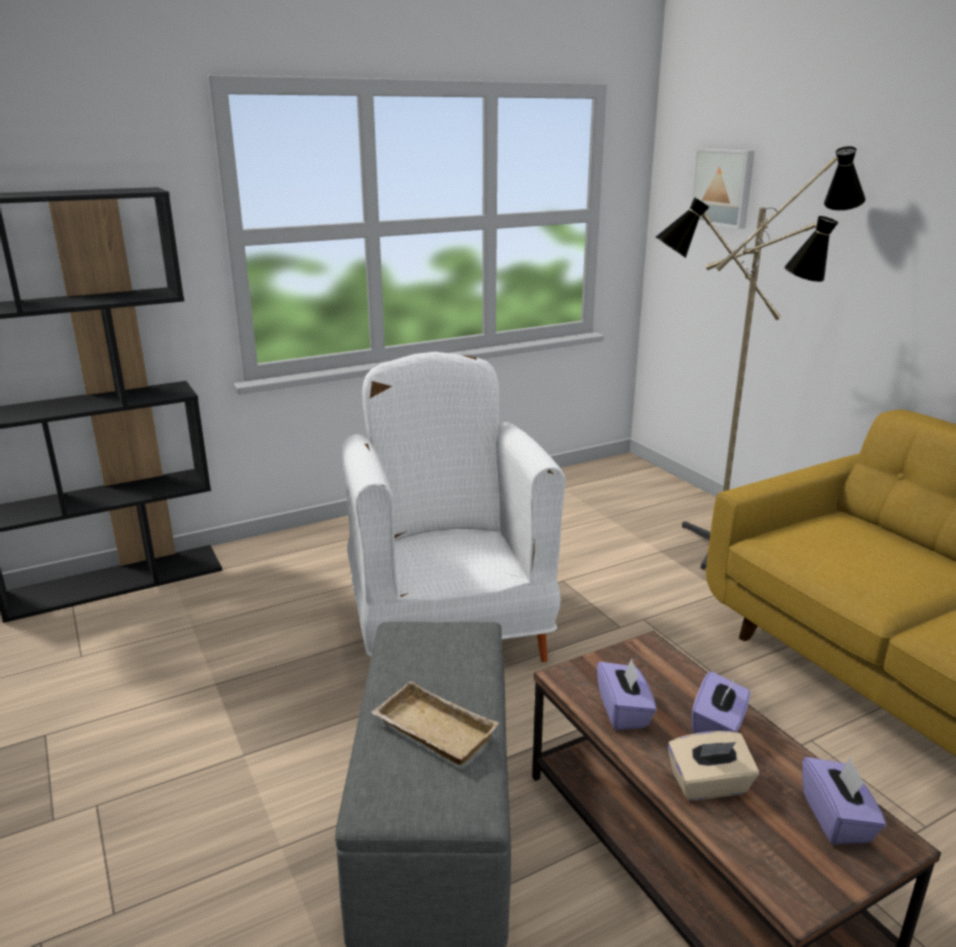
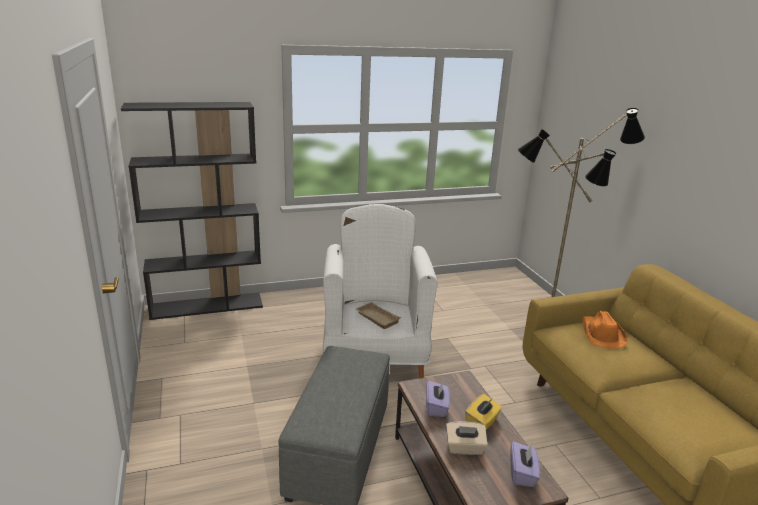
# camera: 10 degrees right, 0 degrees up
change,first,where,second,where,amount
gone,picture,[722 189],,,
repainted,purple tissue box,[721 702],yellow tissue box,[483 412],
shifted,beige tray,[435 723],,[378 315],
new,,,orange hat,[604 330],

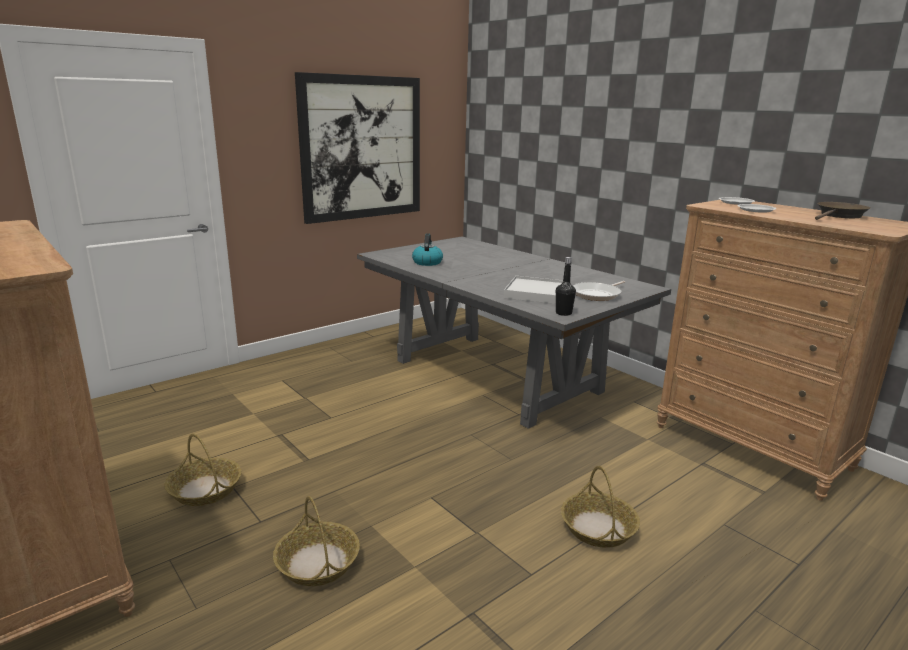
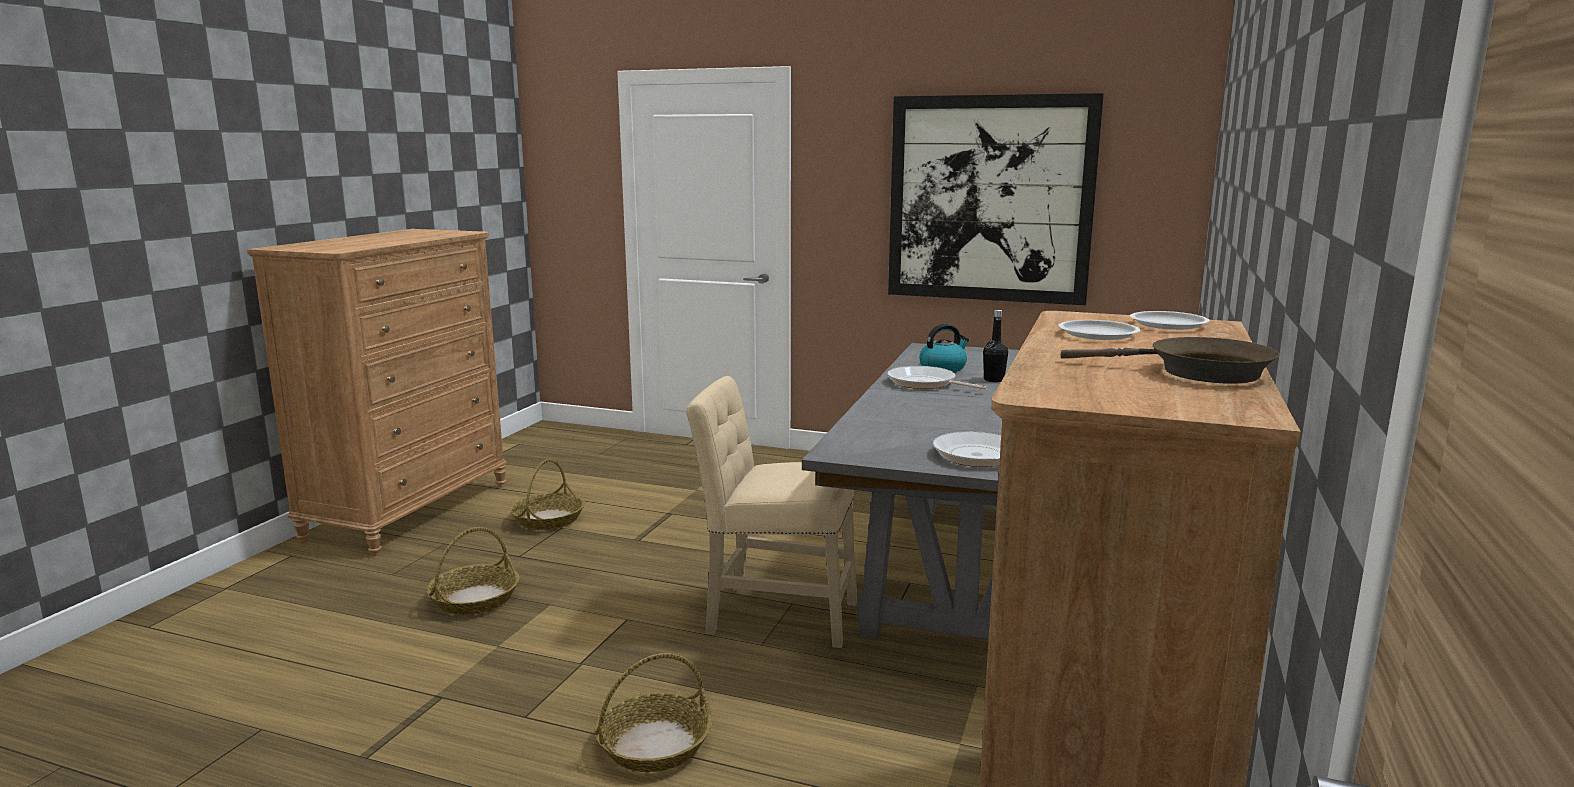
# camera: 60 degrees right, 5 degrees down
change,first,where,second,where,amount
shifted,black bottle,[566 286],,[995 346],
gone,white tray,[533 290],,,
new,,,frying pan,[937 377],
new,,,beige chair,[771 512],

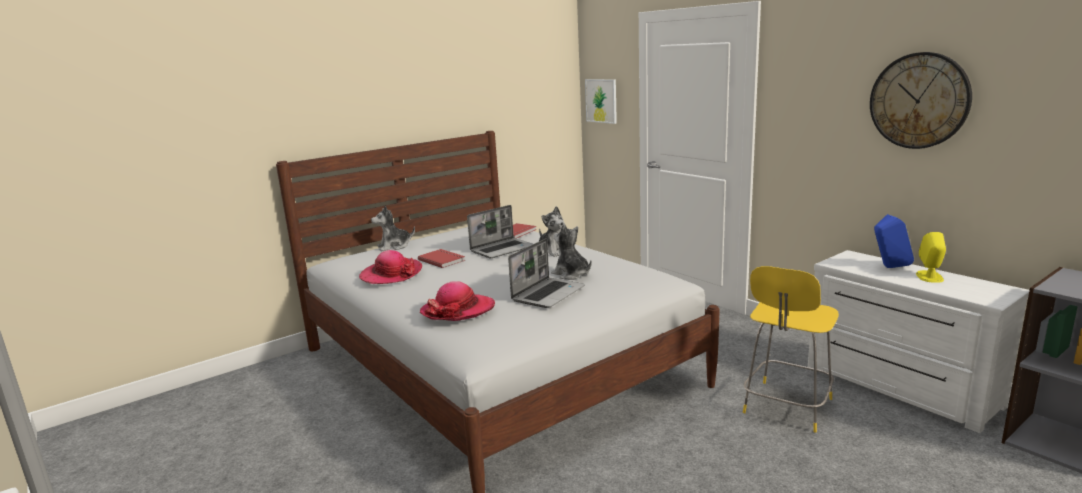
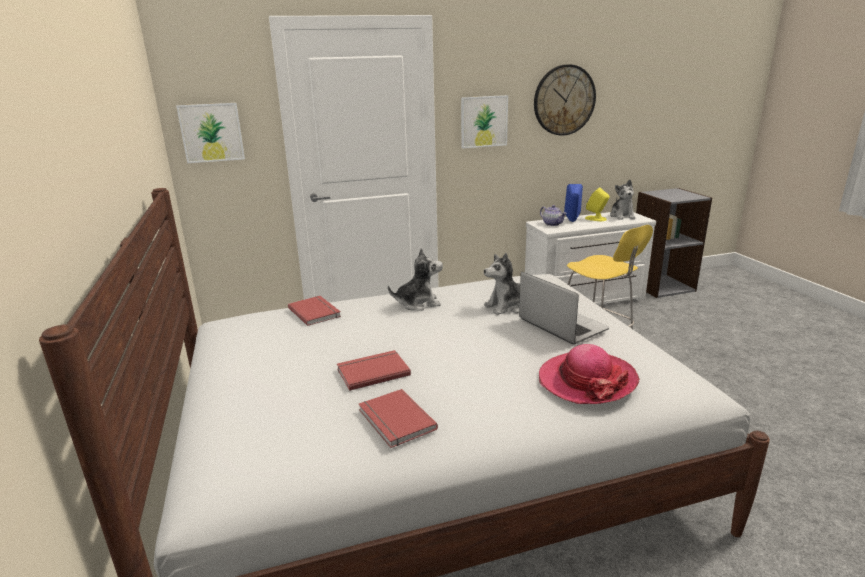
# camera: 70 degrees left, 5 degrees up
change,first,where,second,where,amount
gone,laptop,[500 232],,,
shifted,plush toy,[393 228],,[623 200],
swapped,hat,[390 267],red book,[398 418],
new,,,picture,[484 122],
new,,,teapot,[553 215],

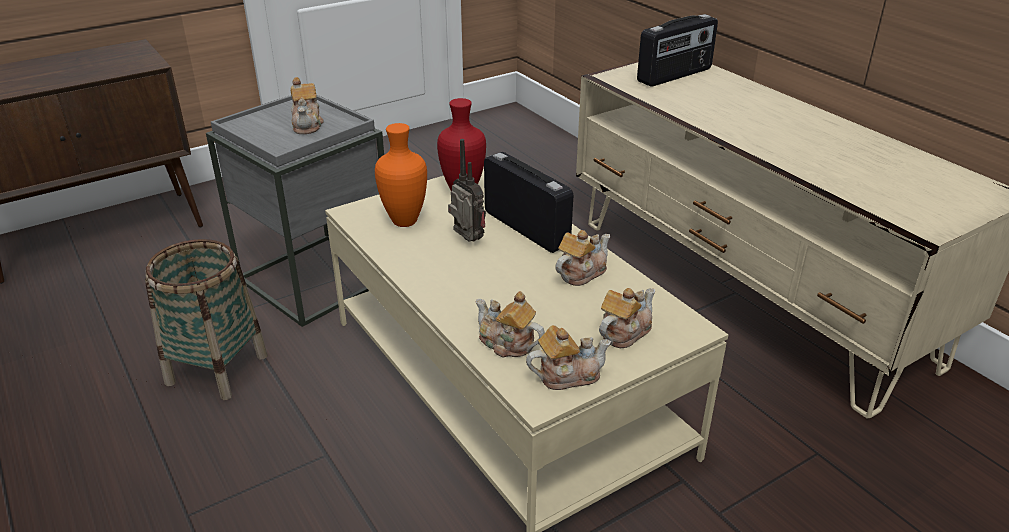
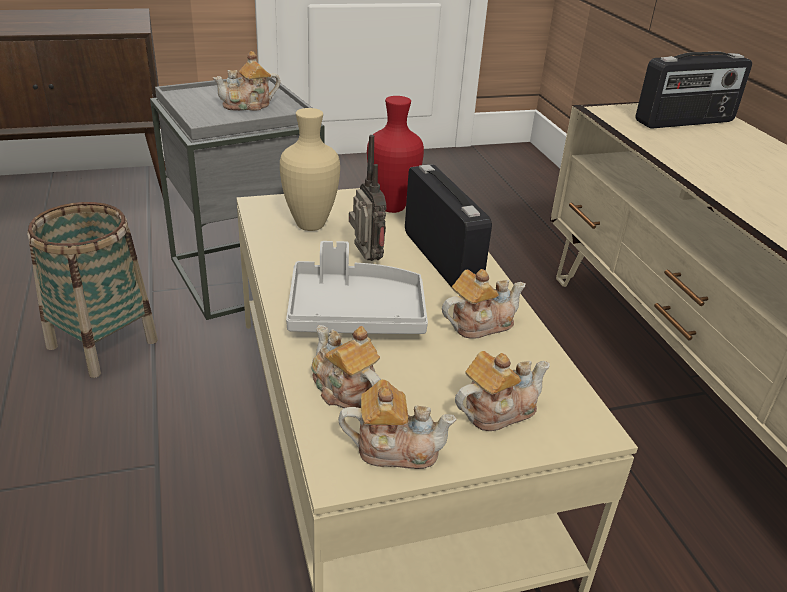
# camera: 15 degrees right, 0 degrees up
change,first,where,second,where,amount
rotated,teapot,[307 105],,[246 81],60 degrees clockwise
repainted,orange vase,[401 175],beige vase,[310 169],
new,,,grey tray,[357 287],

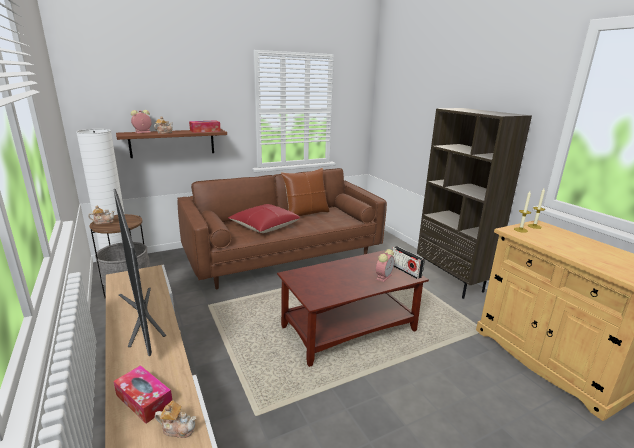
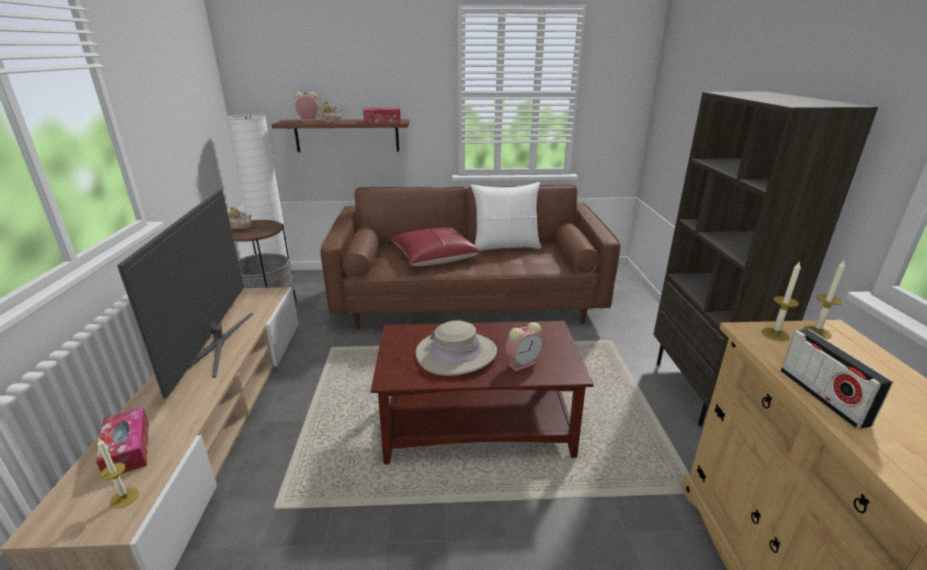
# camera: 25 degrees right, 5 degrees up
change,first,where,second,where,amount
repainted,brown pillow,[305 192],white pillow,[506 216],
shifted,radio,[408 262],,[837 379],
swapped,teapot,[175 419],candle,[118 473],
new,,,beige hat,[456 348],

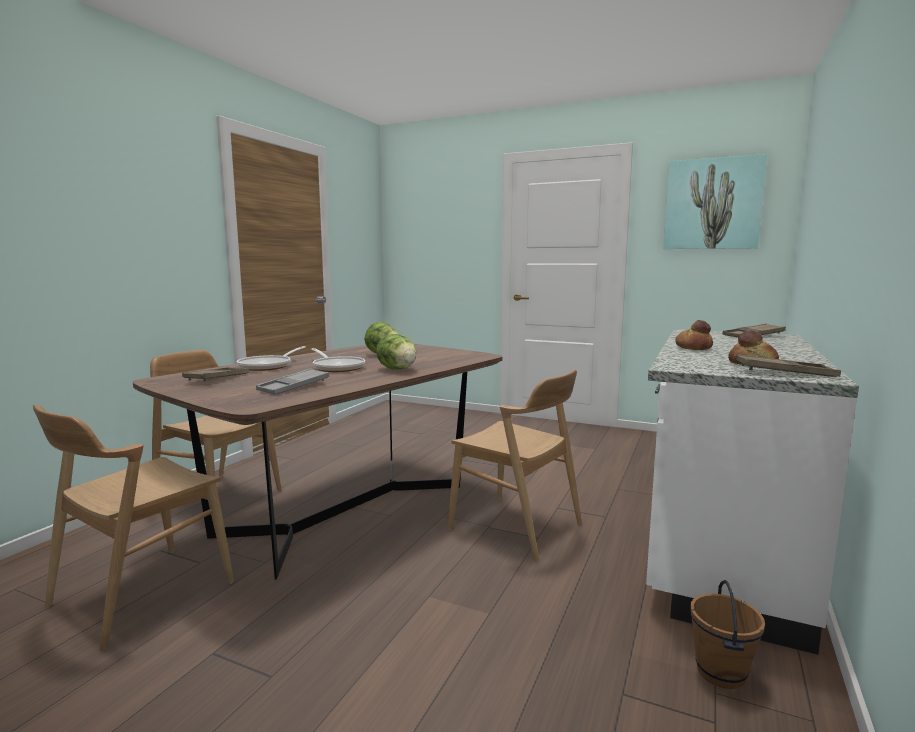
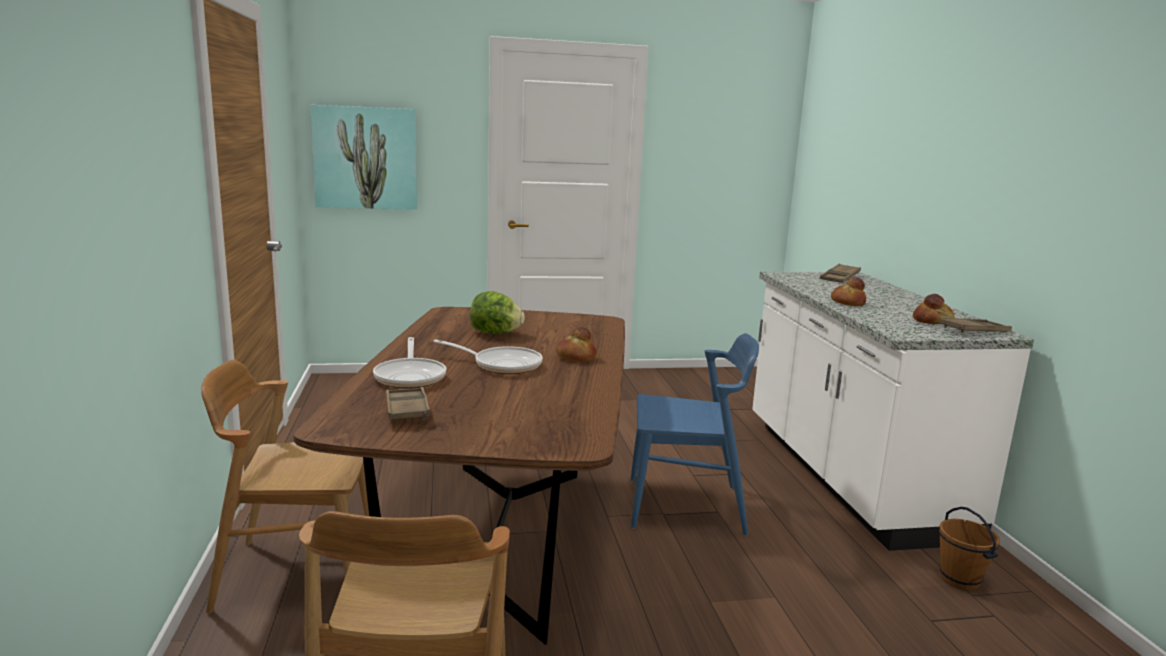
# camera: 35 degrees left, 5 degrees up
change,first,where,second,where,amount
shifted,picture,[715 201],,[363 157],
swapped,lettuce,[396 352],bread,[576 344],
gone,grey tray,[292 381],,,
repainted,brown chair,[515 466],blue chair,[694 434],

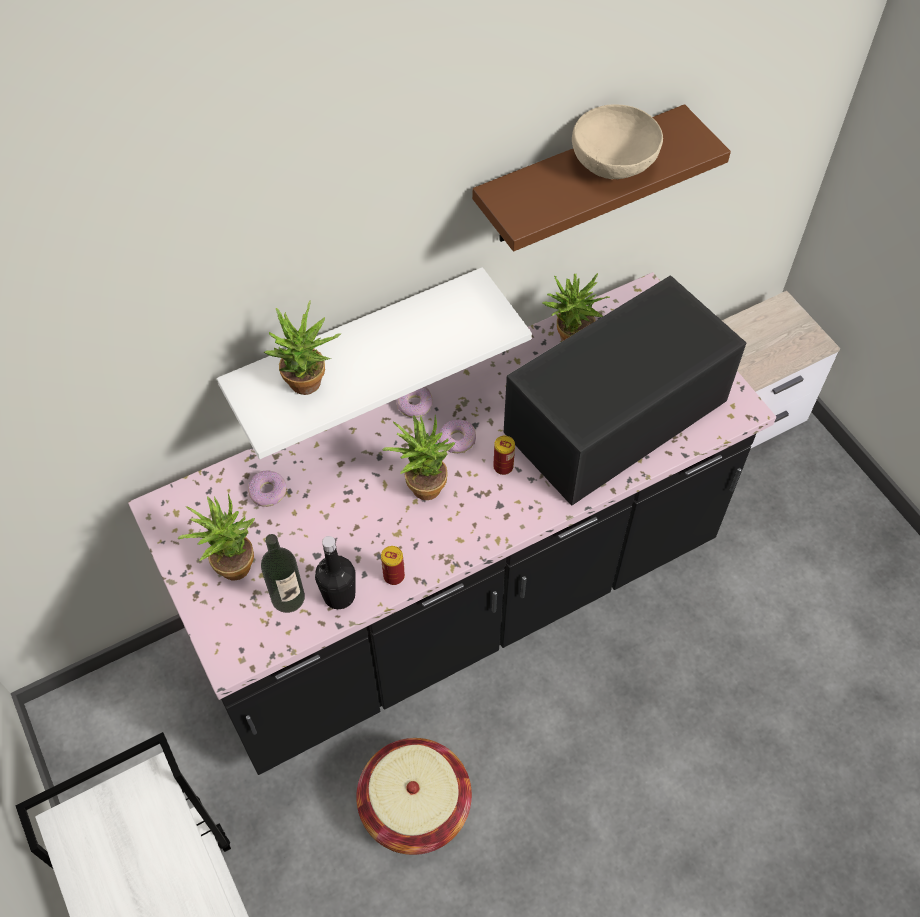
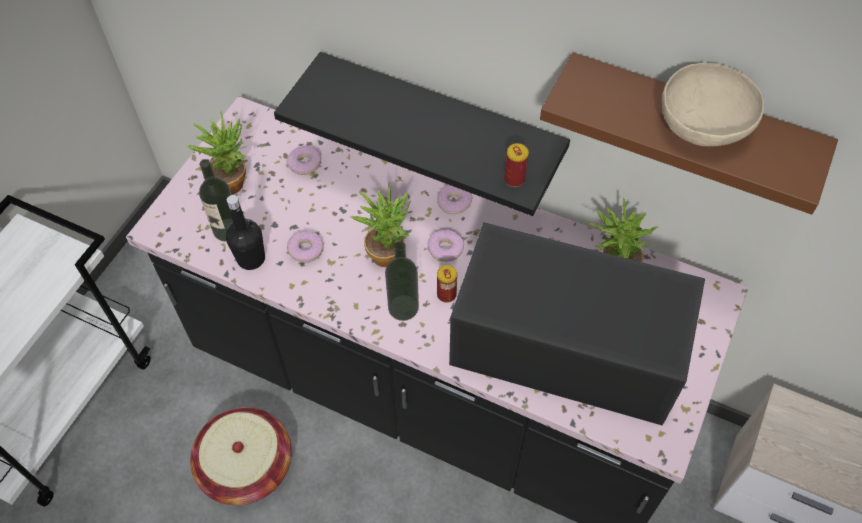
# camera: 55 degrees right, 0 degrees up
change,first,where,second,where,amount
repainted,white shelf,[374 363],black shelf,[422 134],
gone,potted plant,[302 347],,,
shifted,can,[393 565],,[516 165],
new,,,donut,[305 247],
new,,,bottle,[402 281],

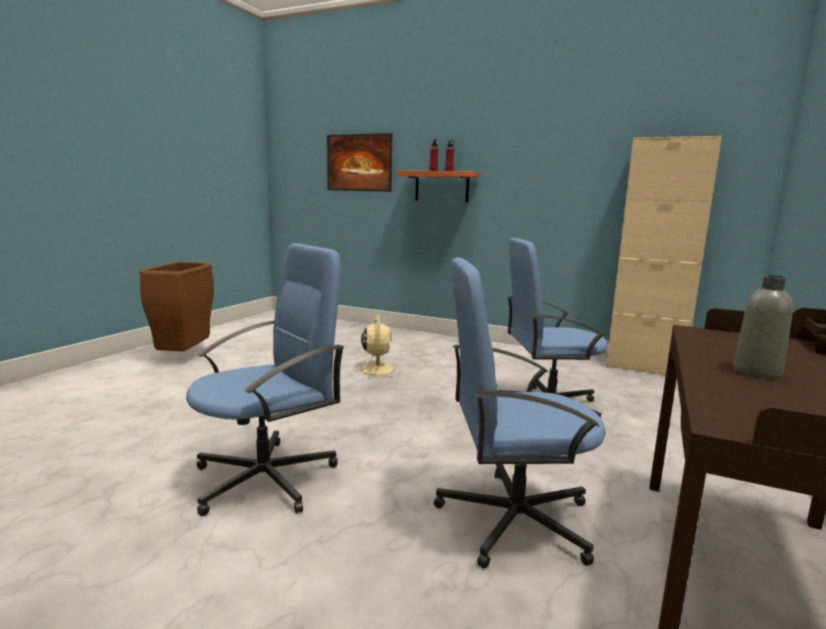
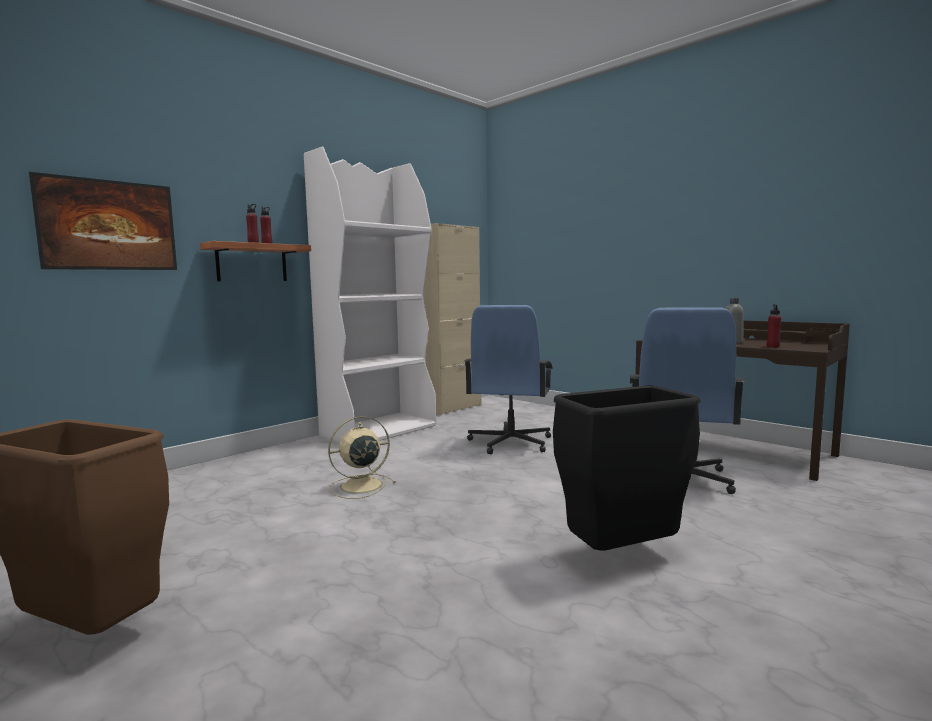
# camera: 70 degrees left, 5 degrees down
change,first,where,second,where,amount
swapped,blue office chair,[265 379],black trash can,[627 468],
rotated,beige fan,[377 346],,[362 457],45 degrees counterclockwise
new,,,white bookcase,[370 294],
new,,,red bottle,[774 326],

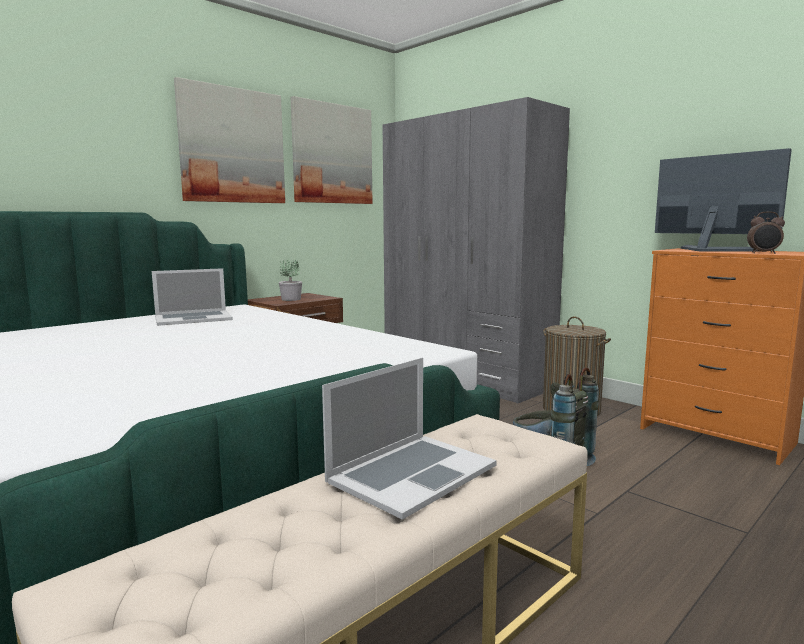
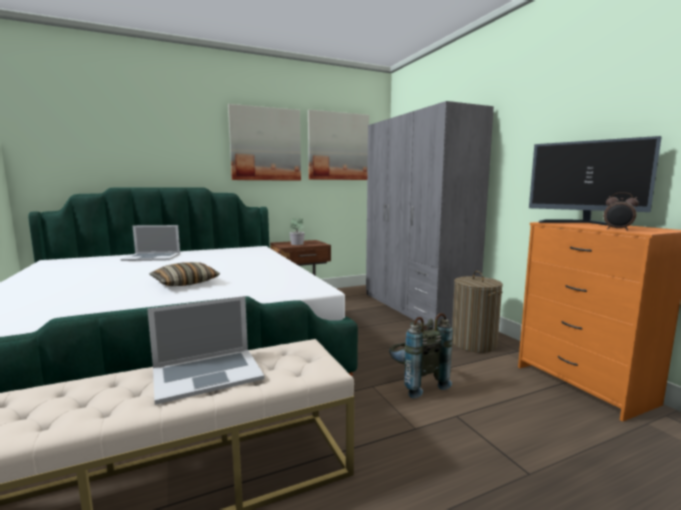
# camera: 20 degrees right, 0 degrees up
change,first,where,second,where,amount
rotated,monitor,[723 200],,[595 181],150 degrees clockwise
shifted,laptop,[192 297],,[150 243],
new,,,pillow,[184 274],

